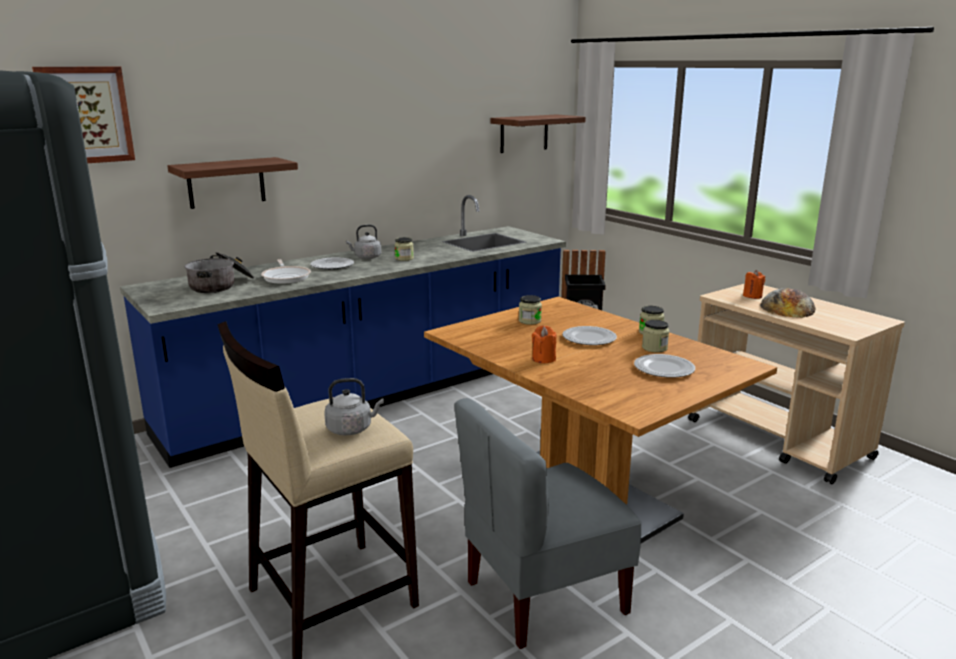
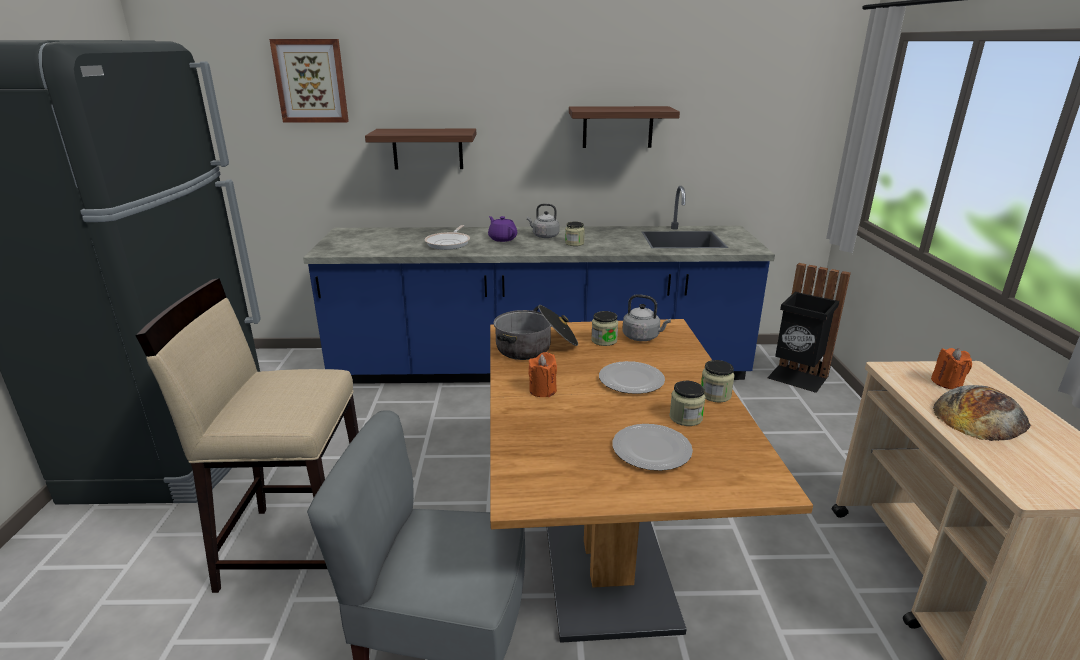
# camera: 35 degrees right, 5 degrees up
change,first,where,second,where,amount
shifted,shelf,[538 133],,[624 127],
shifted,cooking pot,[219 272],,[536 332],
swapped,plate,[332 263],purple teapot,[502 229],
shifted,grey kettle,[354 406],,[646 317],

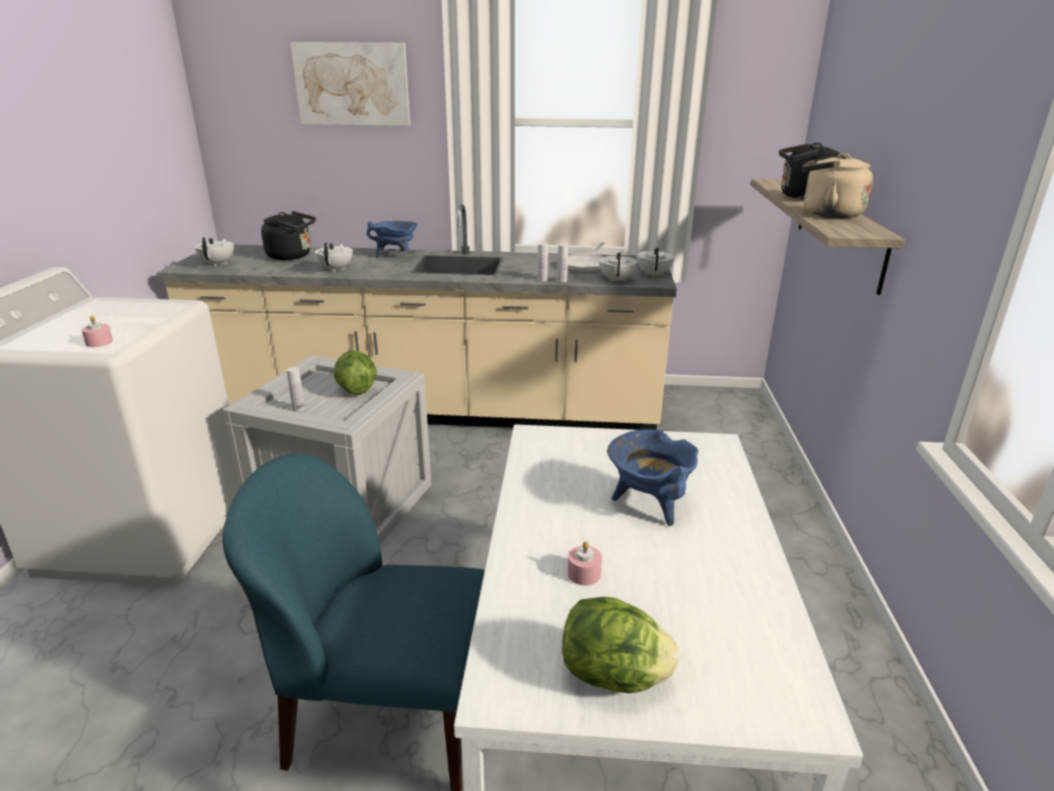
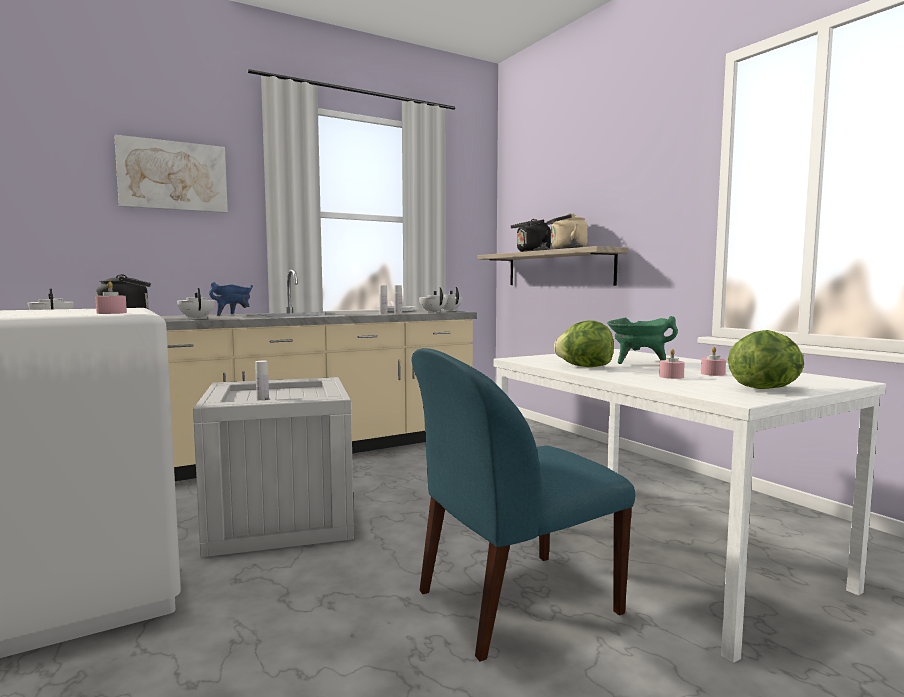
# camera: 35 degrees left, 20 degrees down
change,first,where,second,where,amount
shifted,lettuce,[355 372],,[584 343],
repainted,blue cooking pot,[653 477],green cooking pot,[642 340],
new,,,pink candle,[713 361],

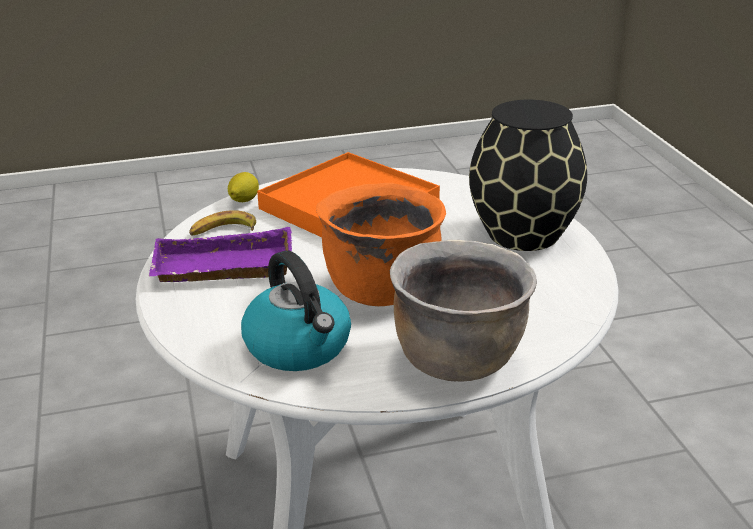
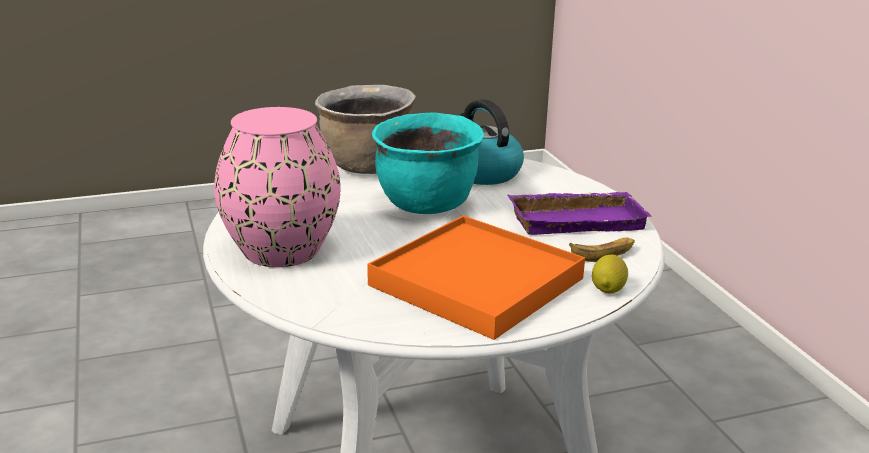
# camera: 175 degrees right, 5 degrees down
change,first,where,second,where,amount
repainted,black vase,[528 175],pink vase,[277 187],
repainted,orange cooking pot,[381 244],turquoise cooking pot,[428 163],

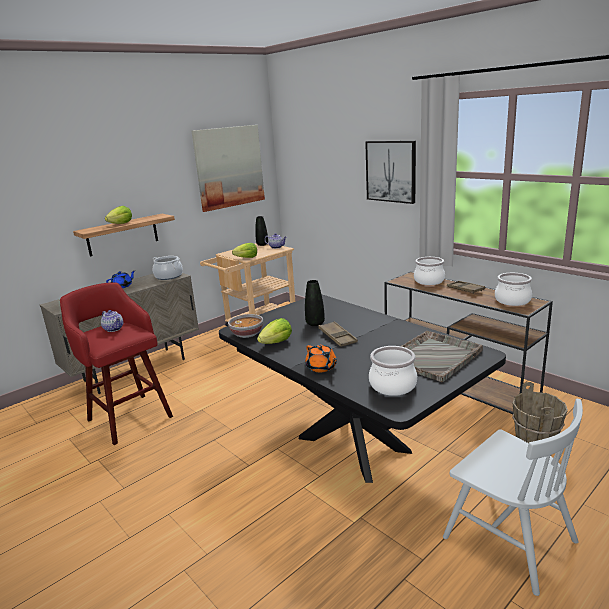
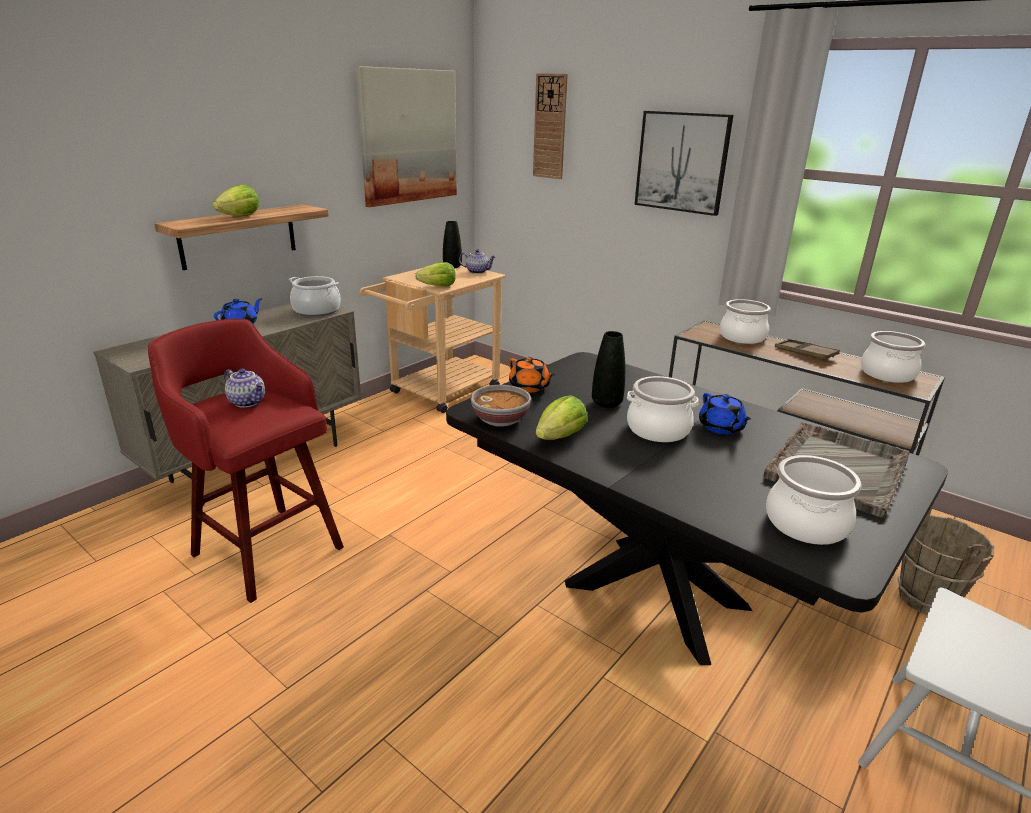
# camera: 10 degrees left, 5 degrees up
change,first,where,second,where,amount
swapped,brown tray,[338 334],cooking pot,[662 409],
shifted,orange teapot,[321 358],,[531 375],
new,,,wall clock,[550 126],
new,,,blue teapot,[725 414],

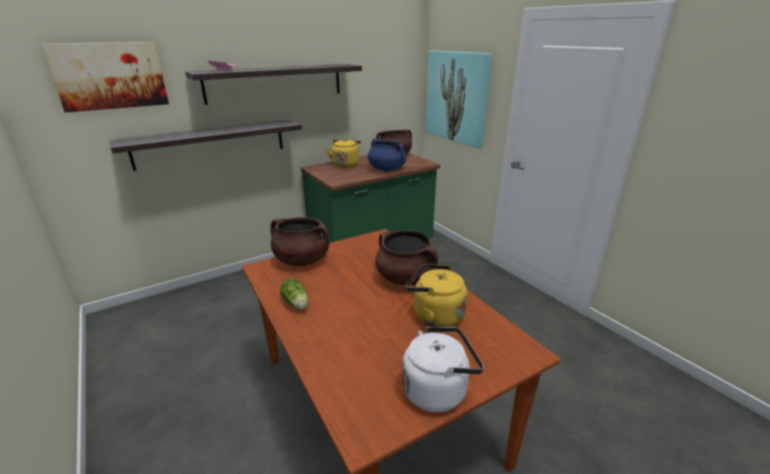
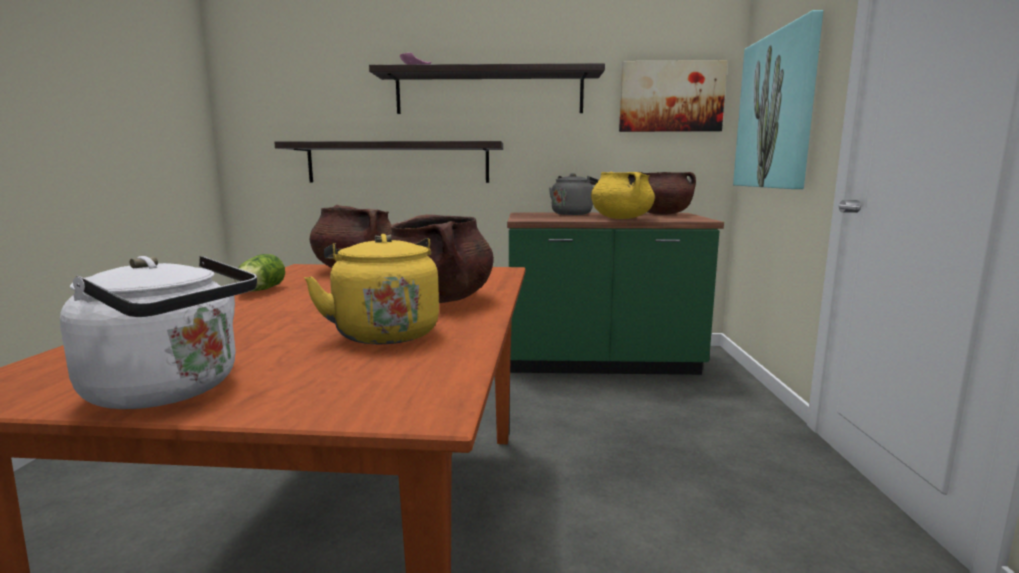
# camera: 35 degrees right, 15 degrees down
change,first,where,second,where,amount
shifted,picture,[105 77],,[673 96],
repainted,yellow kettle,[343 153],grey kettle,[574 194],
repainted,blue cooking pot,[387 155],yellow cooking pot,[623 195],

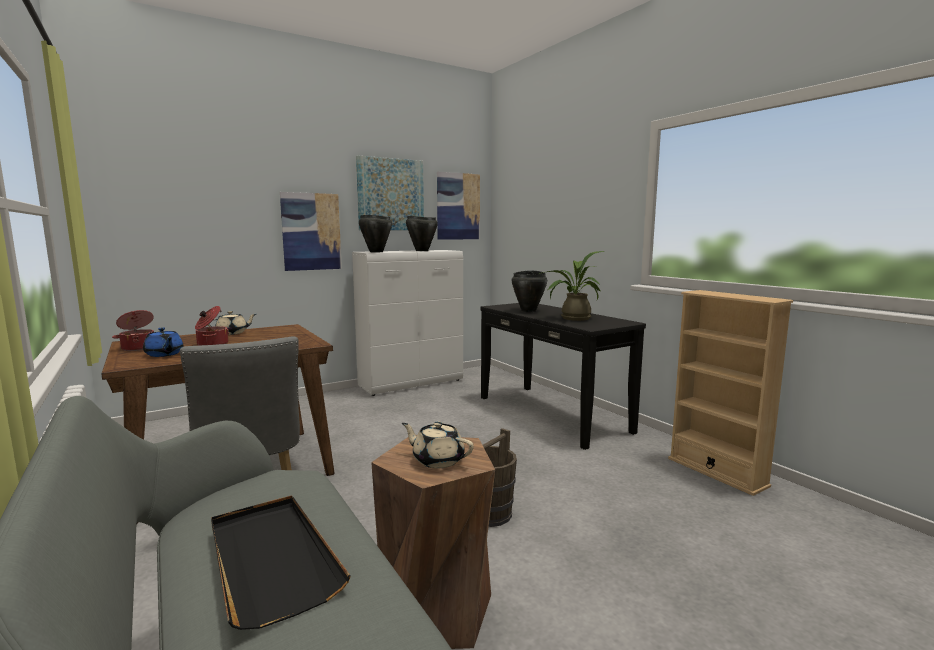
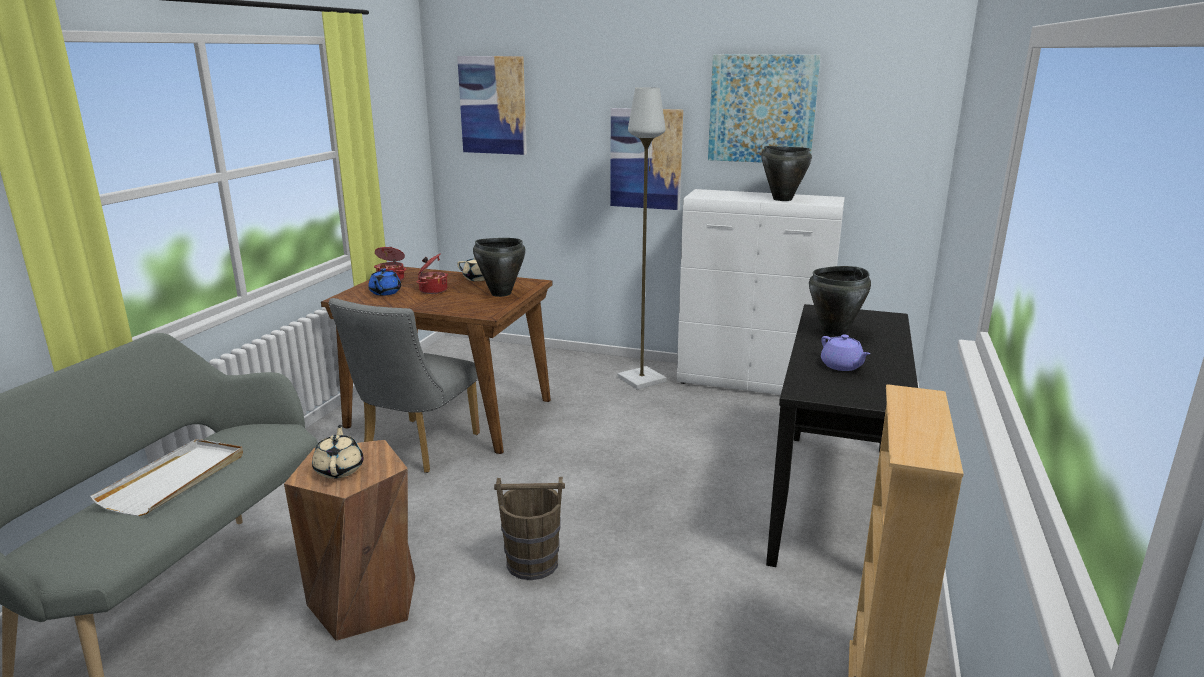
# camera: 50 degrees right, 10 degrees up
change,first,where,second,where,amount
shifted,picture,[458 206],,[492 105],
shifted,black cooking pot,[375 233],,[499 267],
swapped,potted plant,[571 286],purple teapot,[845 353],
repainted,black tray,[281 562],white tray,[166 477],
new,,,grey floor lamp,[641 238],

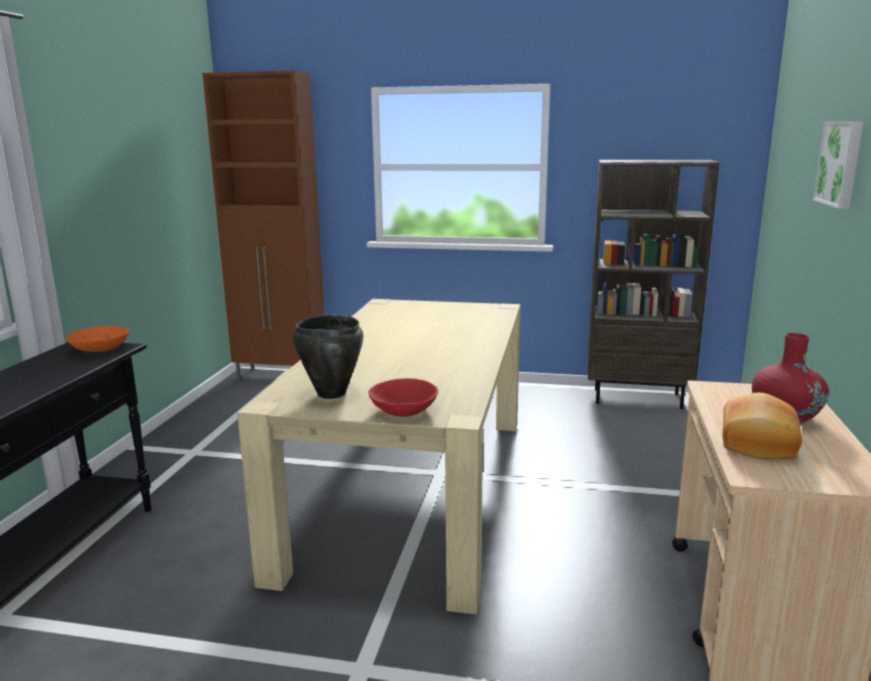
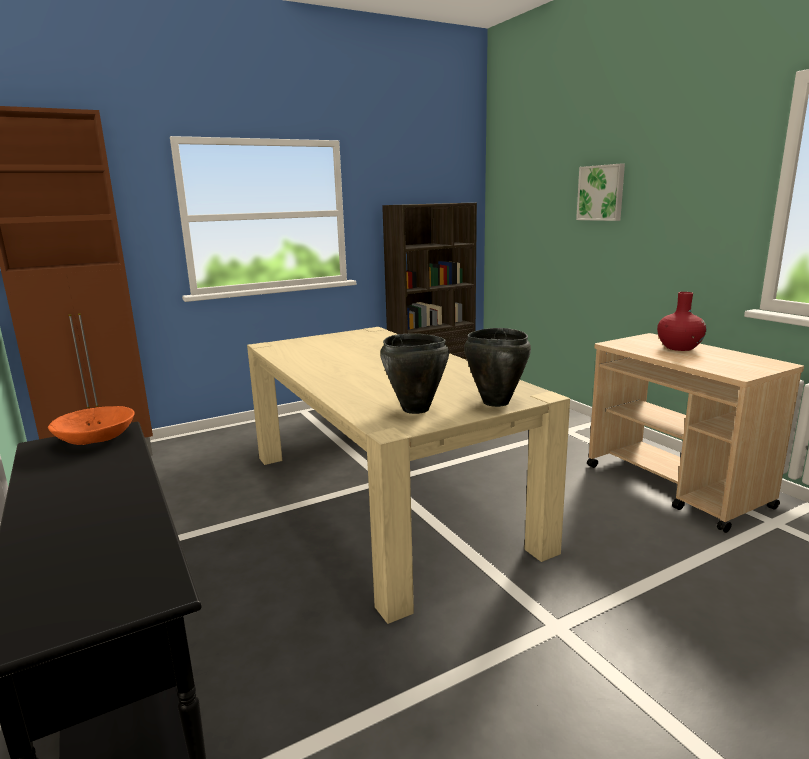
# camera: 40 degrees left, 0 degrees up
change,first,where,second,where,amount
swapped,red bowl,[403 397],black cooking pot,[497 367],
gone,bread,[762 426],,,

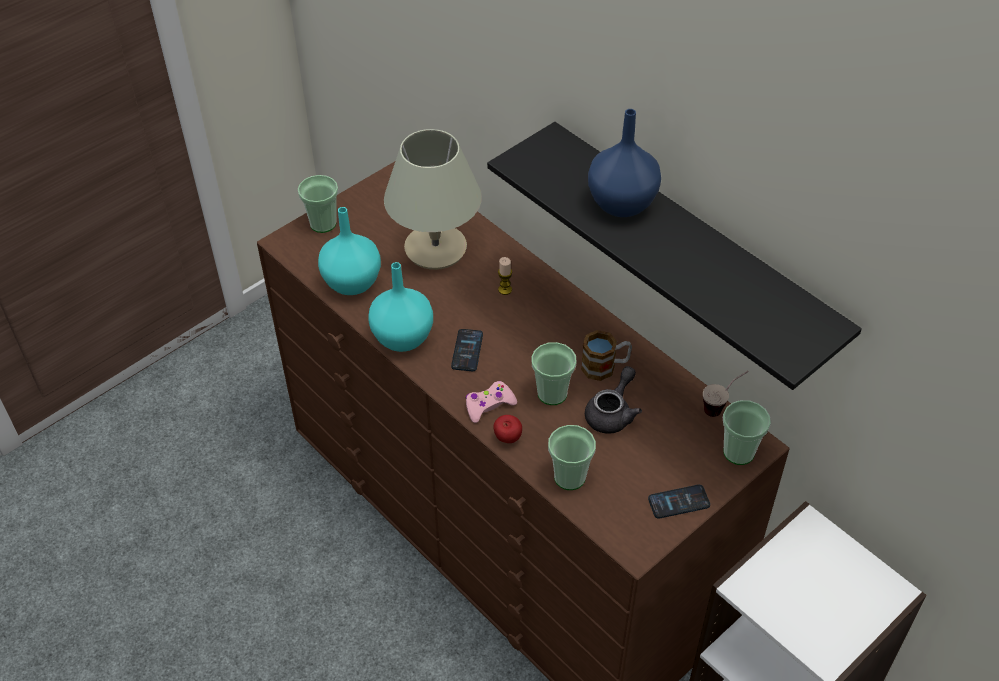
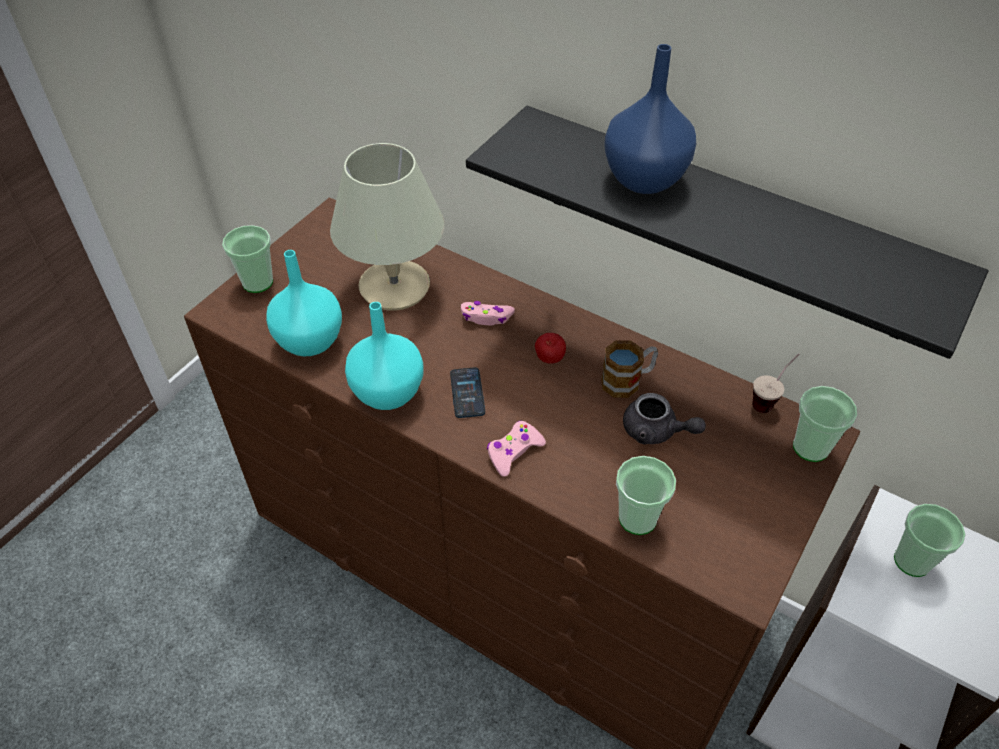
# camera: 15 degrees left, 0 degrees up
change,first,where,second,where,amount
swapped,candle,[505 276],pink game controller,[488 313],
shifted,cup,[554 373],,[930 540],
rotated,grey teapot,[613 400],,[664 418],105 degrees clockwise
shifted,apple,[507 429],,[550 348],
gone,phone,[679 501],,,

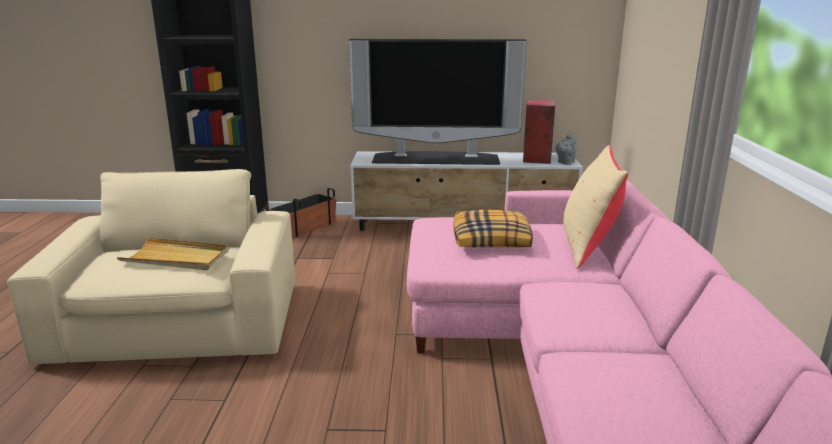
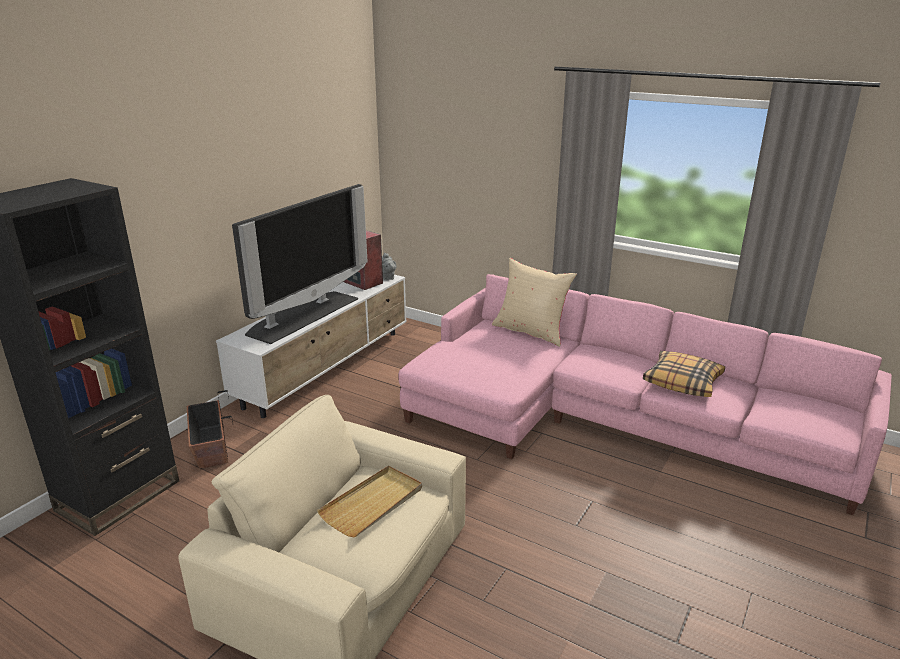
# camera: 60 degrees left, 5 degrees up
change,first,where,second,where,amount
shifted,pillow,[493 228],,[684 374],

